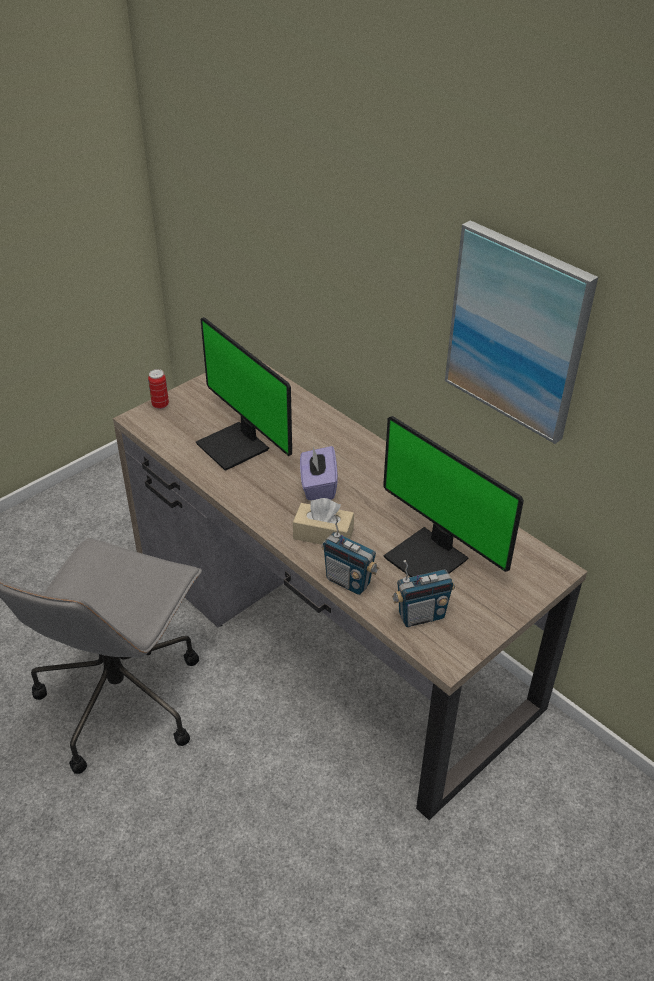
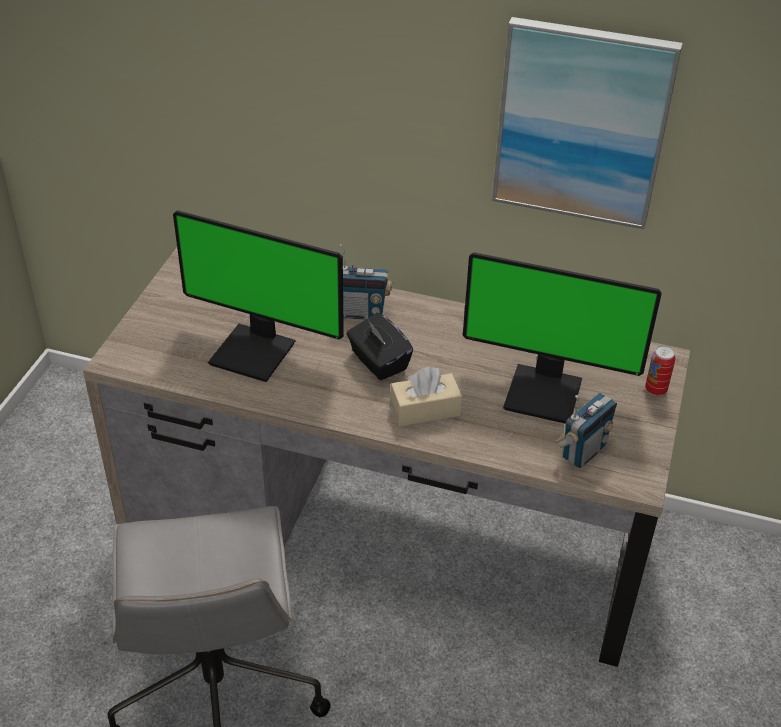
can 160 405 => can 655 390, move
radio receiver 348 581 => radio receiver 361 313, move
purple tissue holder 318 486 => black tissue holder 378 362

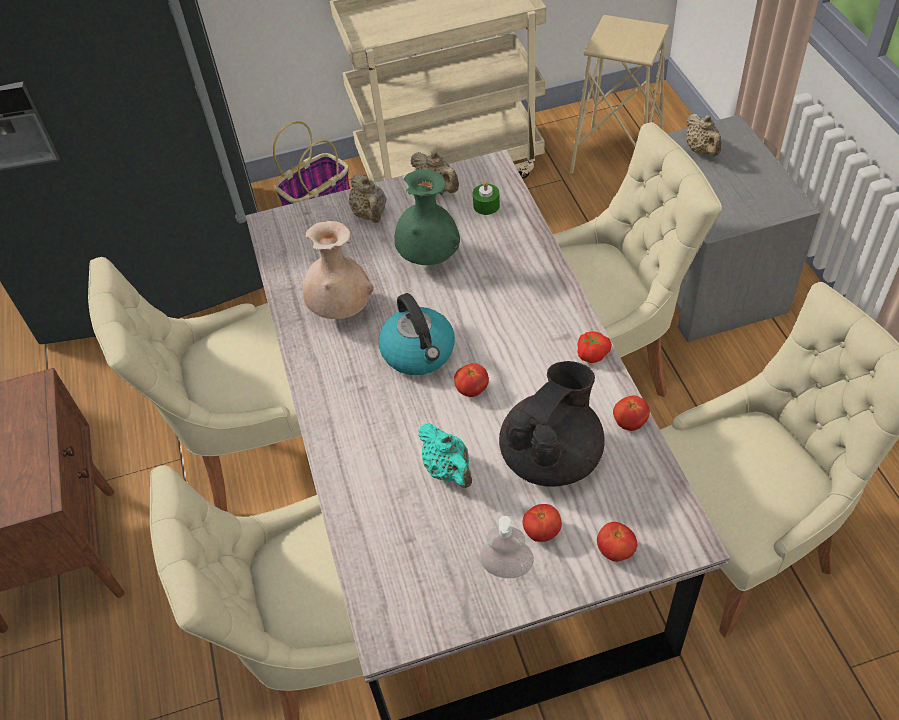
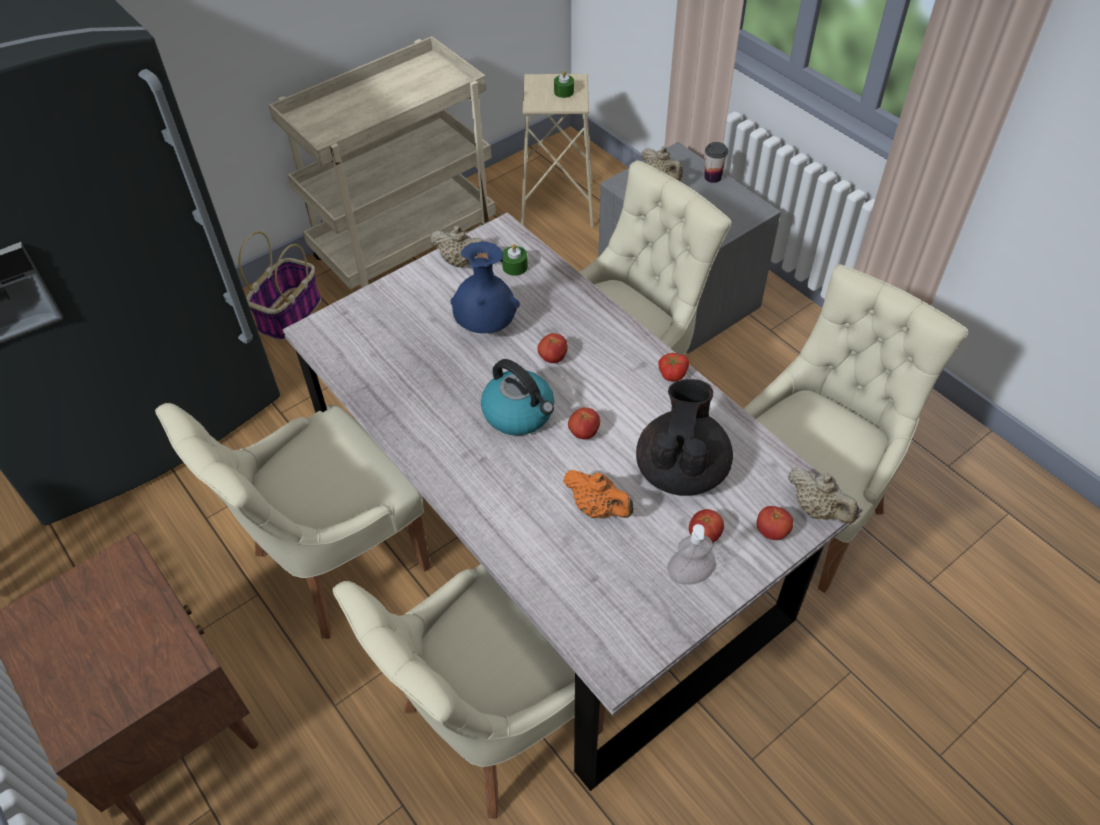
sand-coloured decorative vase 341 310 => nothing
nothing => green-coloured wax light 564 92
nothing => drinking cup 712 177
sand-coloured pot for tea 370 215 => sand-coloured pot for tea 817 509, move
fresh tomato 629 422 => fresh tomato 552 358, move
green-coloured decorative vase 429 258 => bluish decorative vase 486 326
turquoise-coloured pot for tea 448 470 => orange-coloured pot for tea 598 508

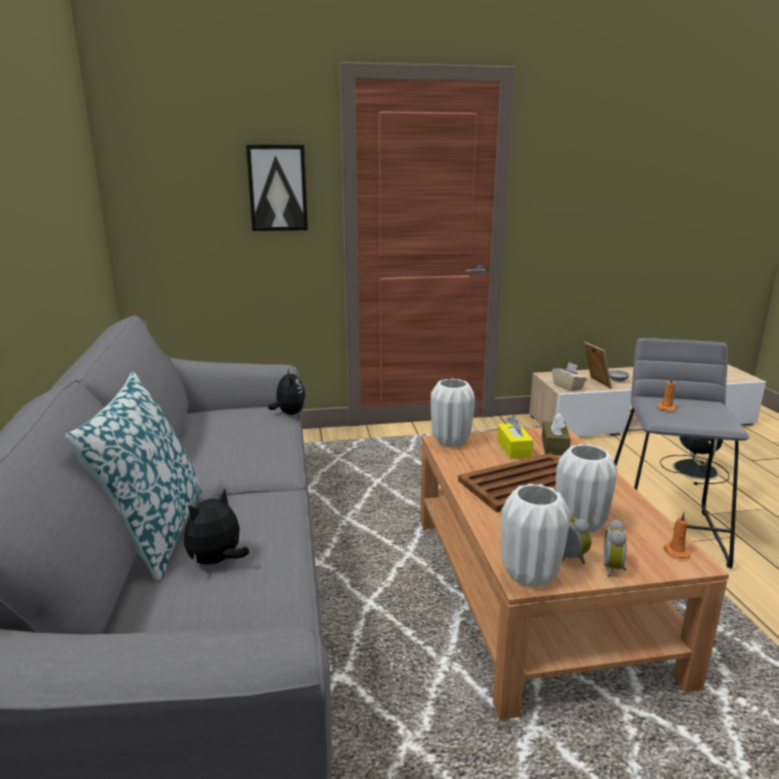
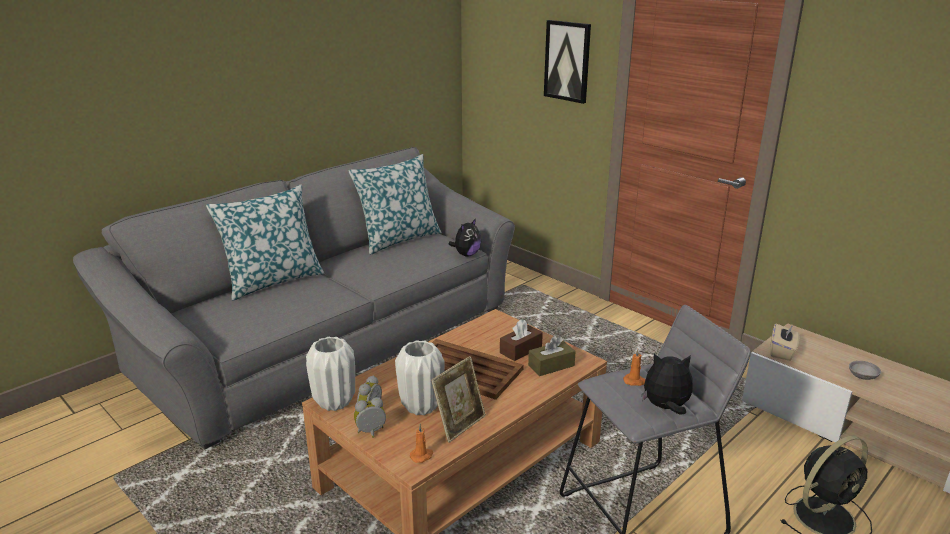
white decorative vase 450 442 => nothing
nothing => pillow 398 239
plush toy 217 561 => plush toy 666 408, move
photo frame 595 383 => photo frame 459 424, move
yellow tissue holder 514 449 => brownish tissue holder 520 350

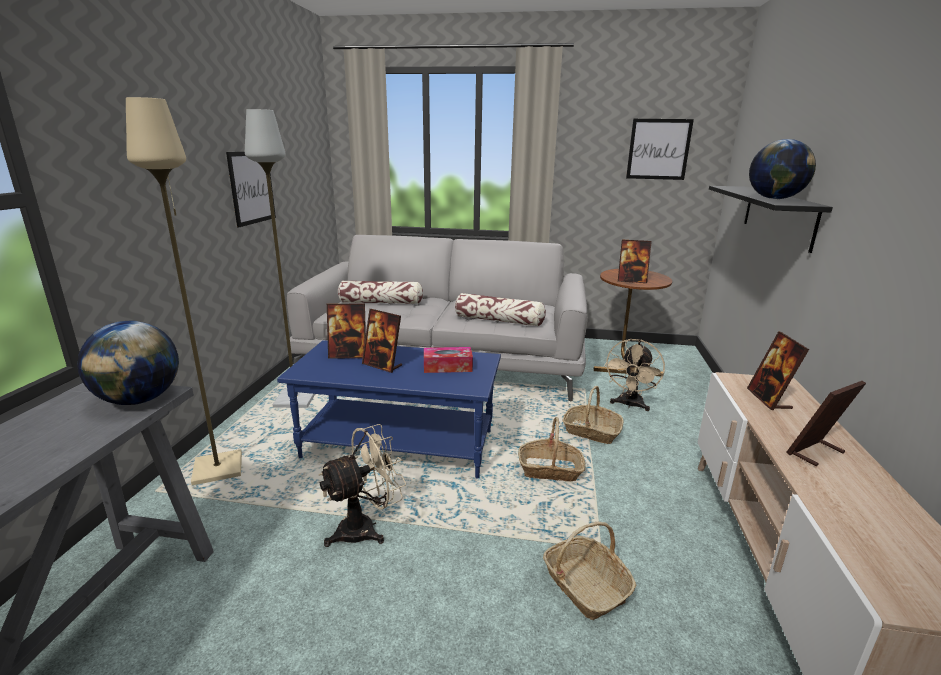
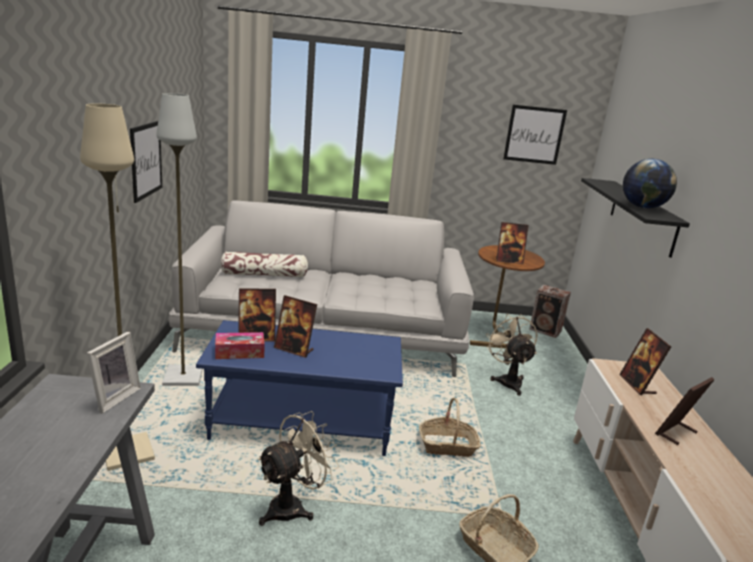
pillow 499 320 => nothing
basket 591 431 => nothing
nothing => audio speaker 546 330
tissue holder 447 367 => tissue holder 239 352, move
globe 140 399 => photo frame 113 397
sand-coloured electric fan 629 405 => sand-coloured electric fan 507 380, 150 degrees clockwise

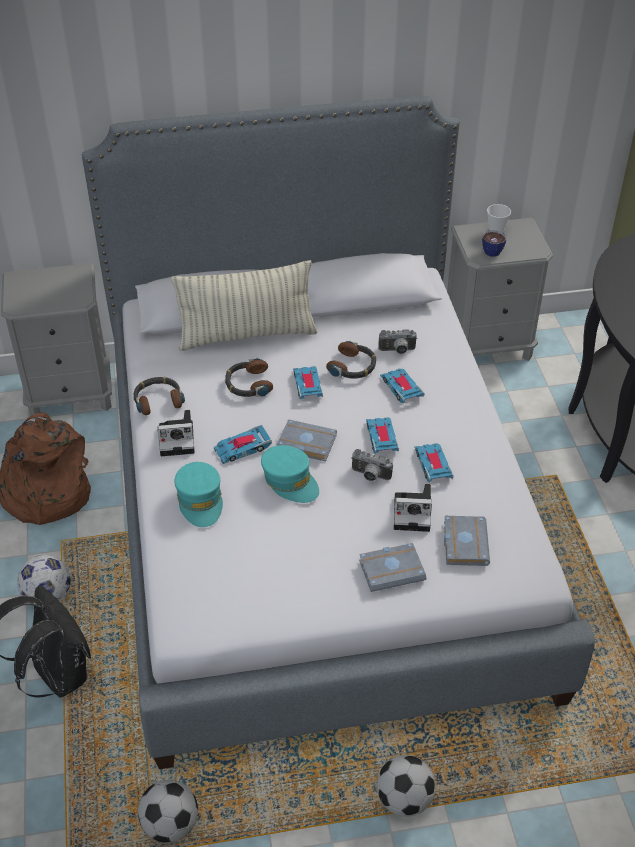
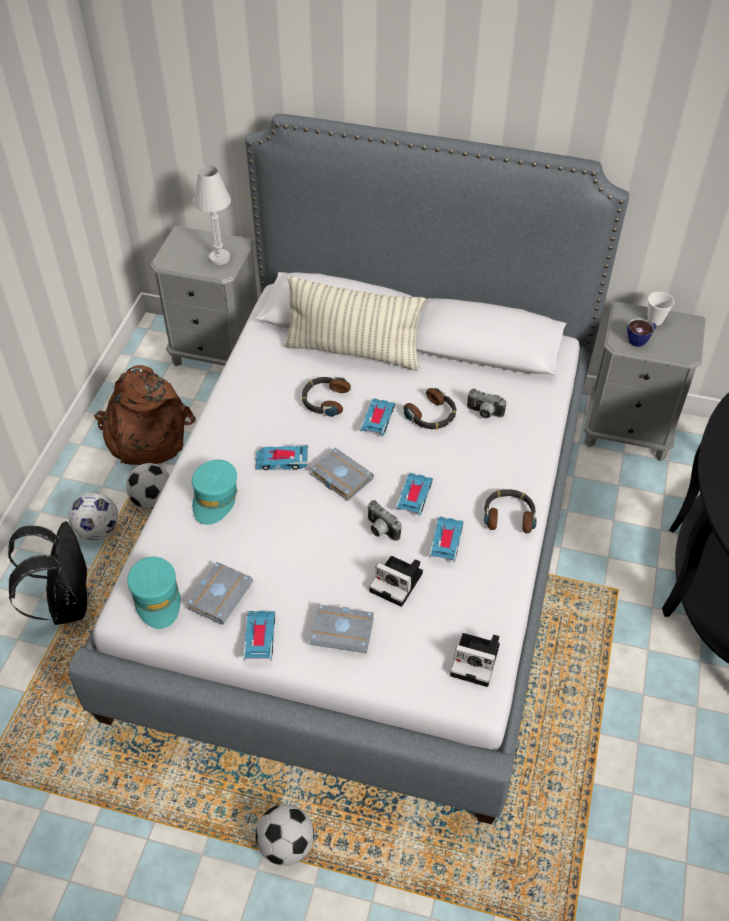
nothing => white table lamp 219 258
headphones 158 400 => headphones 509 515, move
football ball 170 824 => football ball 152 500, move
still camera 178 439 => still camera 477 661, move
turquoise-coloured cap 290 481 => turquoise-coloured cap 157 597, move
model car 401 388 => model car 260 637, move
gray book 463 543 => gray book 219 594, move

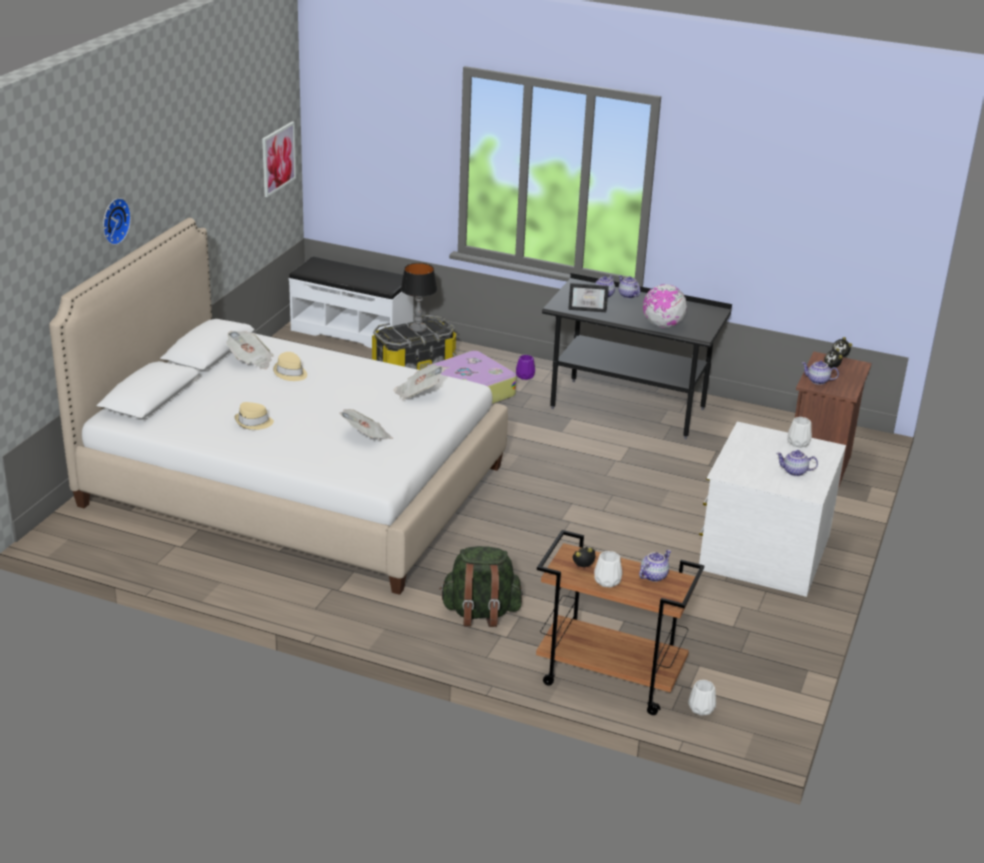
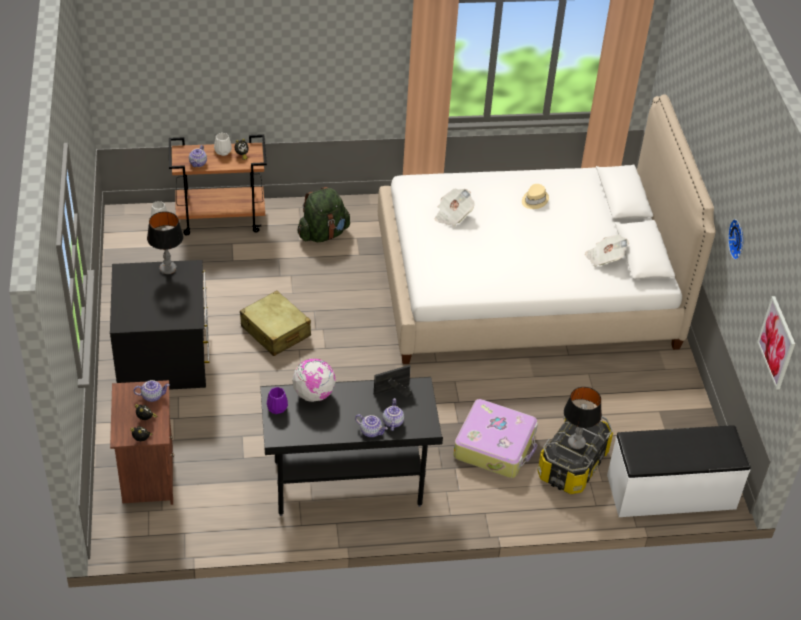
sand-coloured hat 290 373 => nothing
printed paper 417 393 => nothing
pot for tea 794 472 => nothing
white decorative vase 797 443 => nothing
nothing => table lamp 168 269
nothing => sand-coloured suitcase 275 331
clock on the wall 113 220 => clock on the wall 738 239, move
purple decorative vase 525 376 => purple decorative vase 277 408, move
white drawer chest 762 551 => black drawer chest 164 355

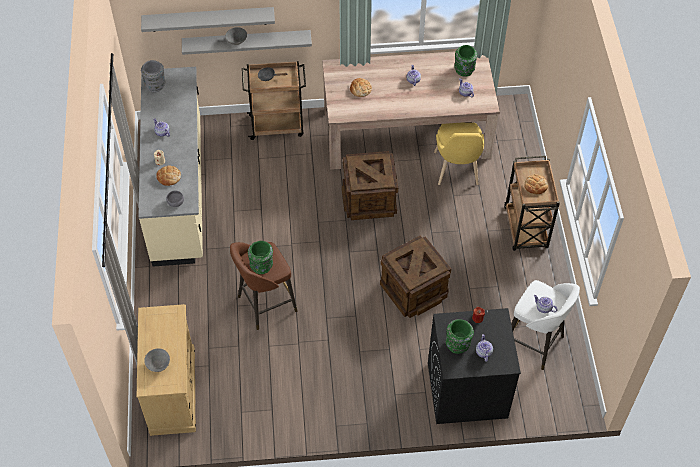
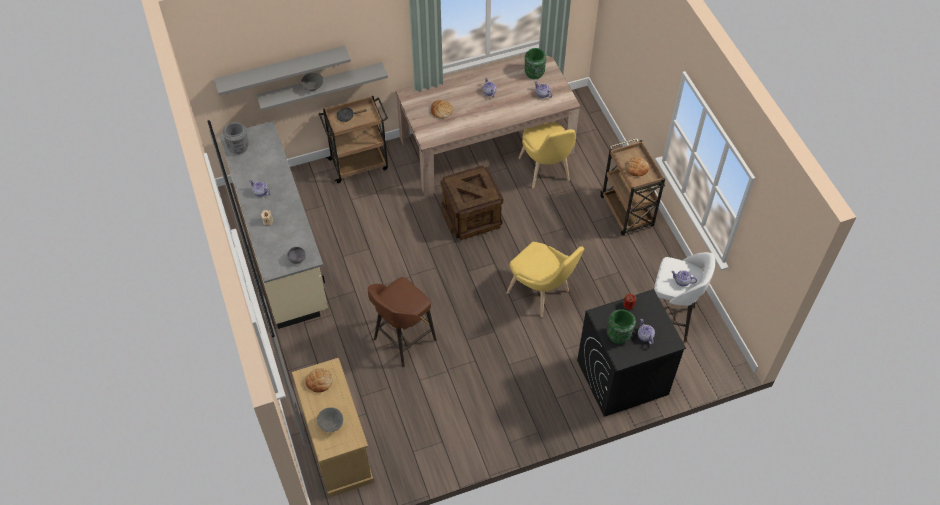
green-coloured decorative vase 262 266 => nothing
bakery bread 169 177 => bakery bread 319 381, move
shipping crate 414 290 => yellow plain chair 541 294

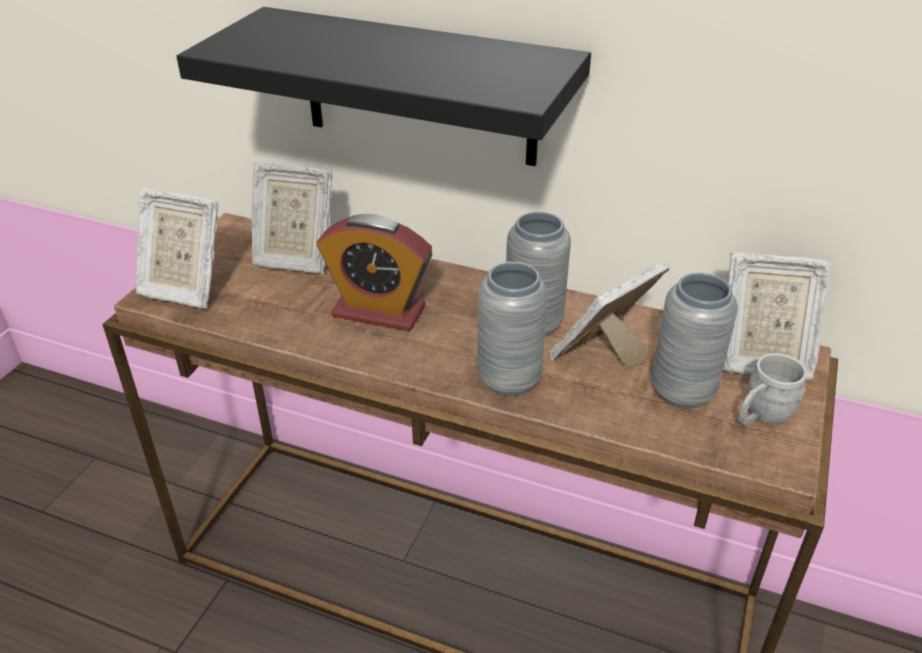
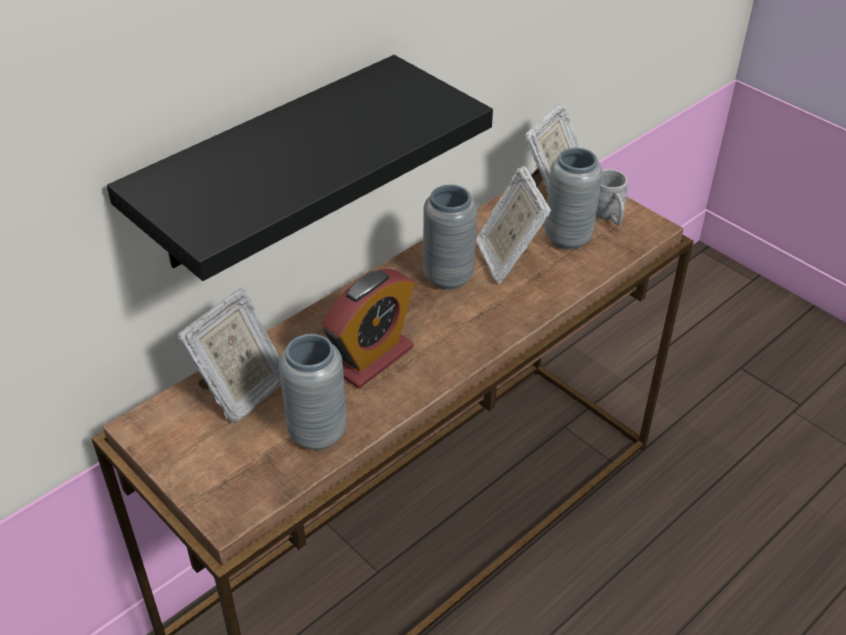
photo frame 183 289 => nothing
gray decorative vase 509 380 => gray decorative vase 317 433, move

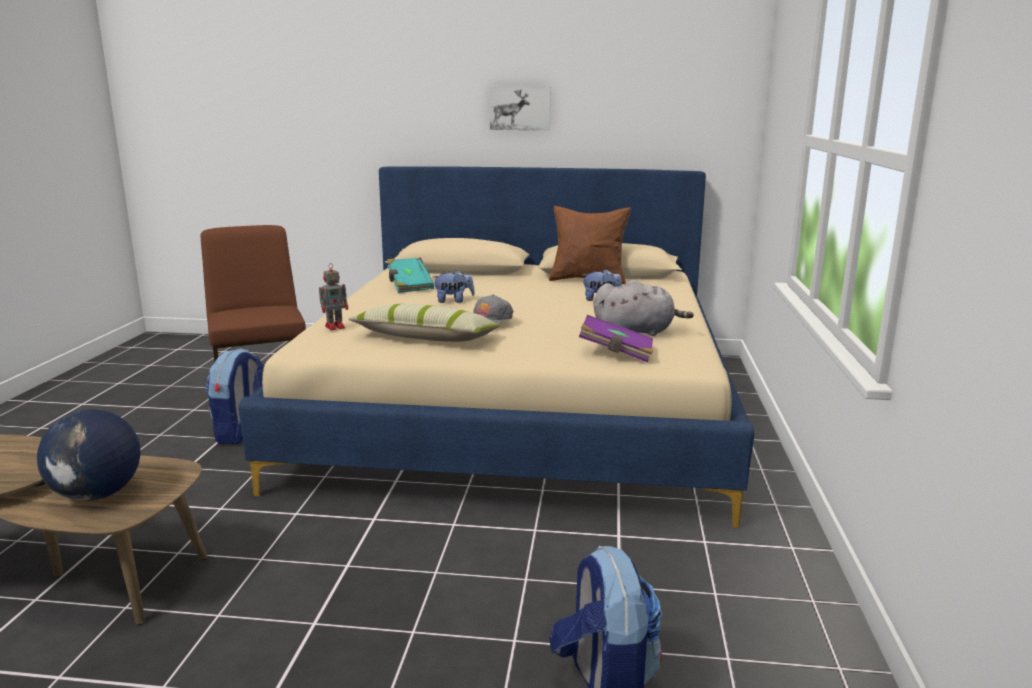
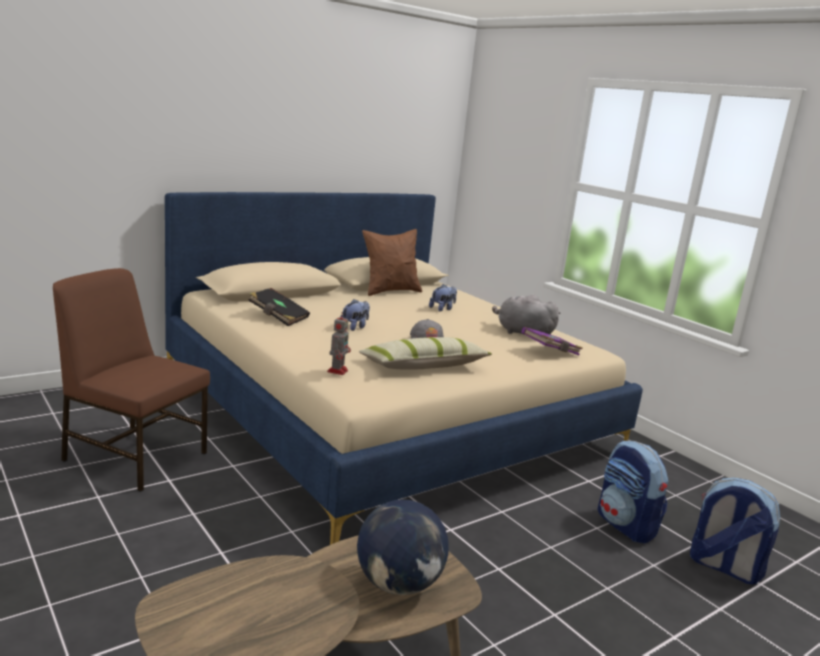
wall art 520 108 => nothing
backpack 242 433 => backpack 626 525, move
turquoise-coloured book 409 286 => black book 278 317
gray plush toy 637 332 => gray plush toy 522 333, 105 degrees counterclockwise

